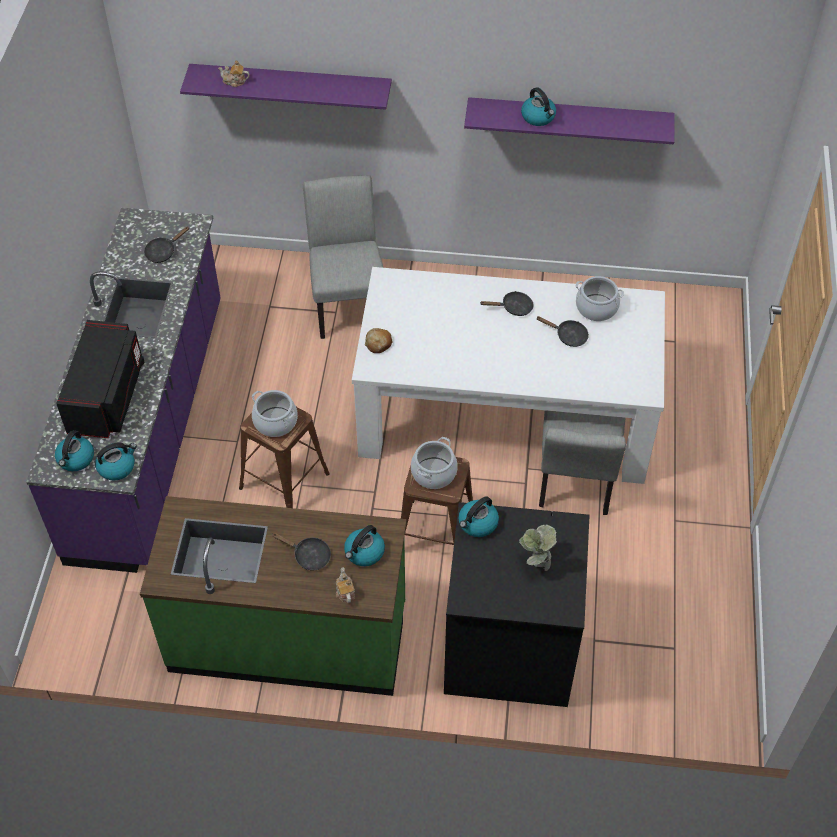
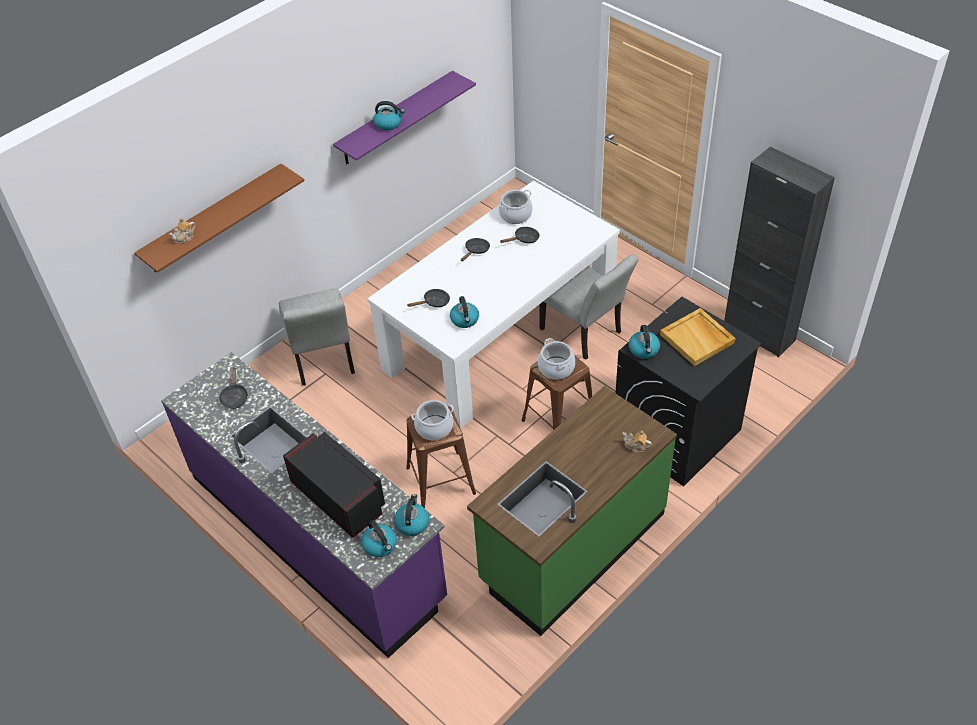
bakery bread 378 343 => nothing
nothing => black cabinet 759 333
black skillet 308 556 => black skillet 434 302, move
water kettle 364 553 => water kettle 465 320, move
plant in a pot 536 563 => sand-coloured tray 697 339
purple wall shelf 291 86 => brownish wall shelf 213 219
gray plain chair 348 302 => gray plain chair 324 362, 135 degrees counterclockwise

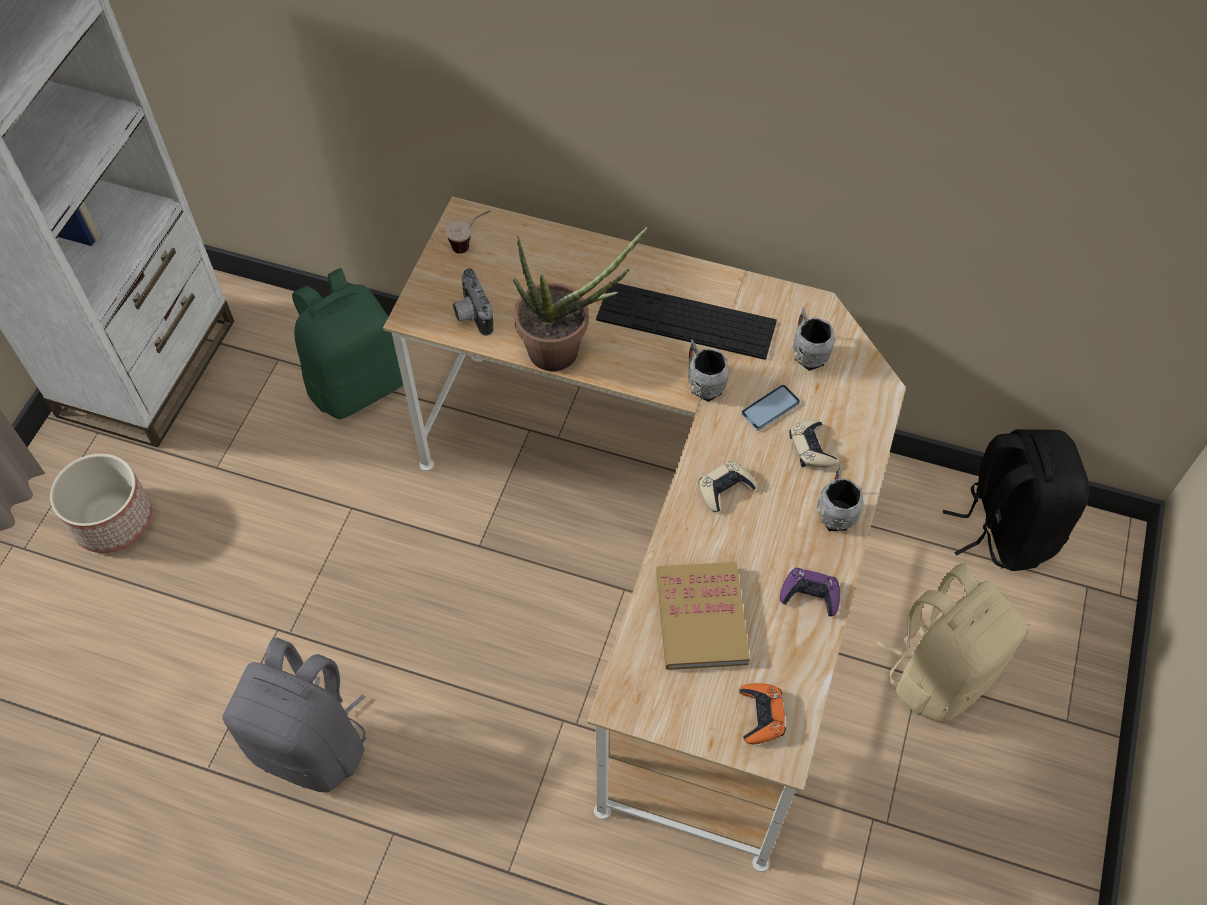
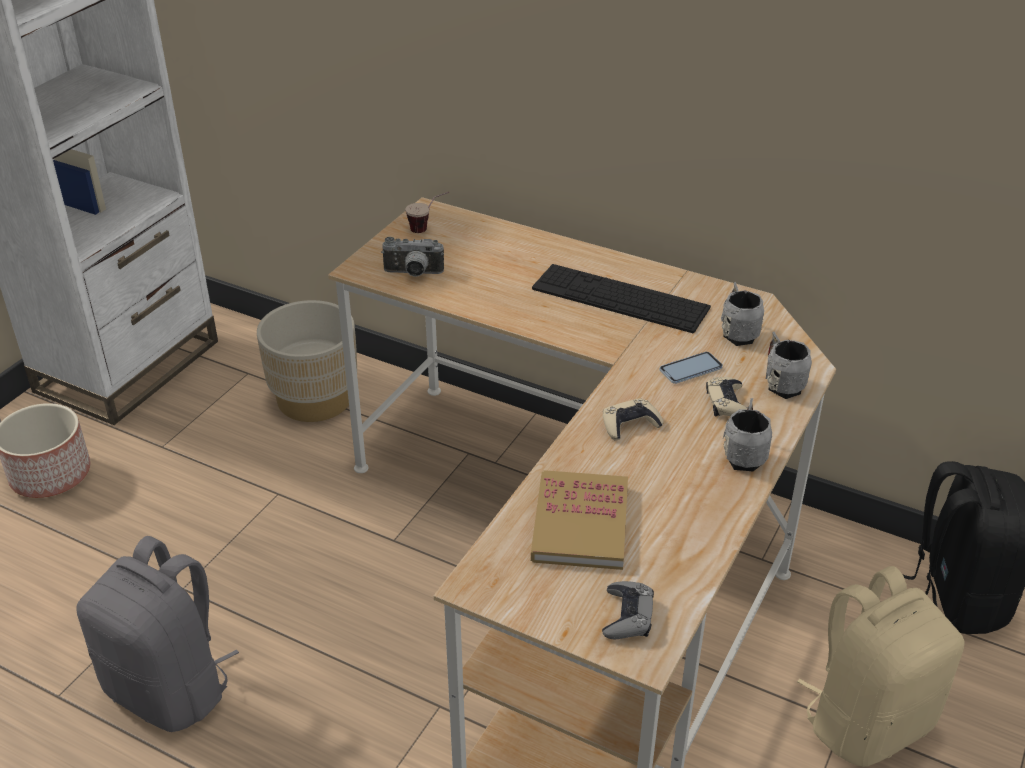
plant in a pot 565 351 => nothing
purple gamepad 810 595 => nothing
gray mug 703 383 => gray mug 781 384, move
green-coloured backpack 357 383 => sand-coloured plant pot 315 399
orange-coloured gamepad 761 715 => gray gamepad 627 616
still camera 471 315 => still camera 413 274, 75 degrees counterclockwise

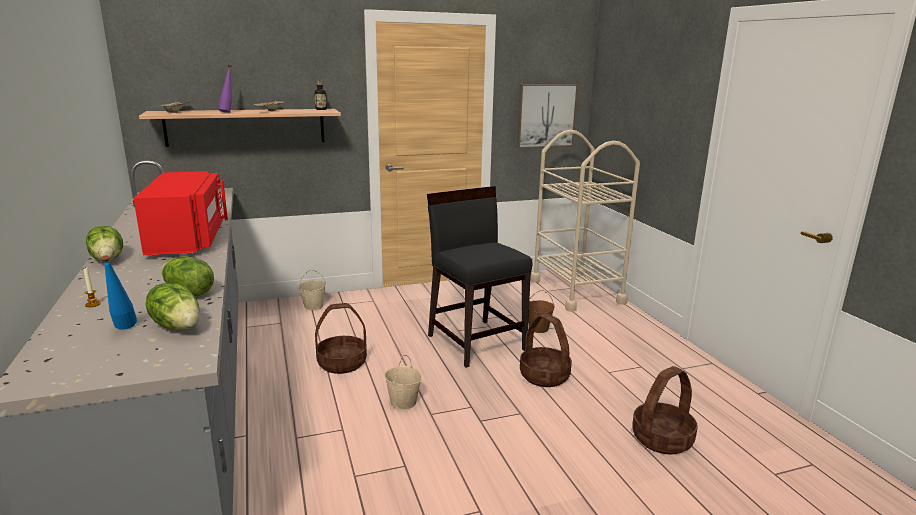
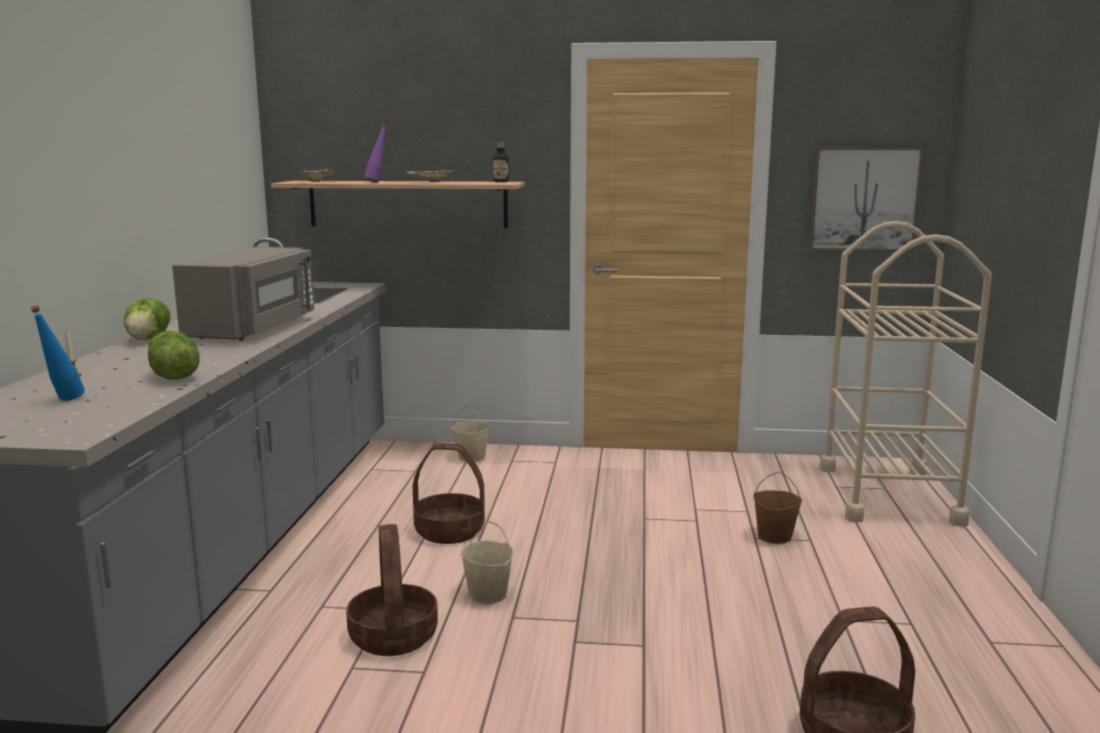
head of lettuce 178 326 => nothing
black plain chair 476 342 => nothing
basket 545 376 => basket 394 636, move
red-coloured microwave 188 239 => gray microwave 254 329

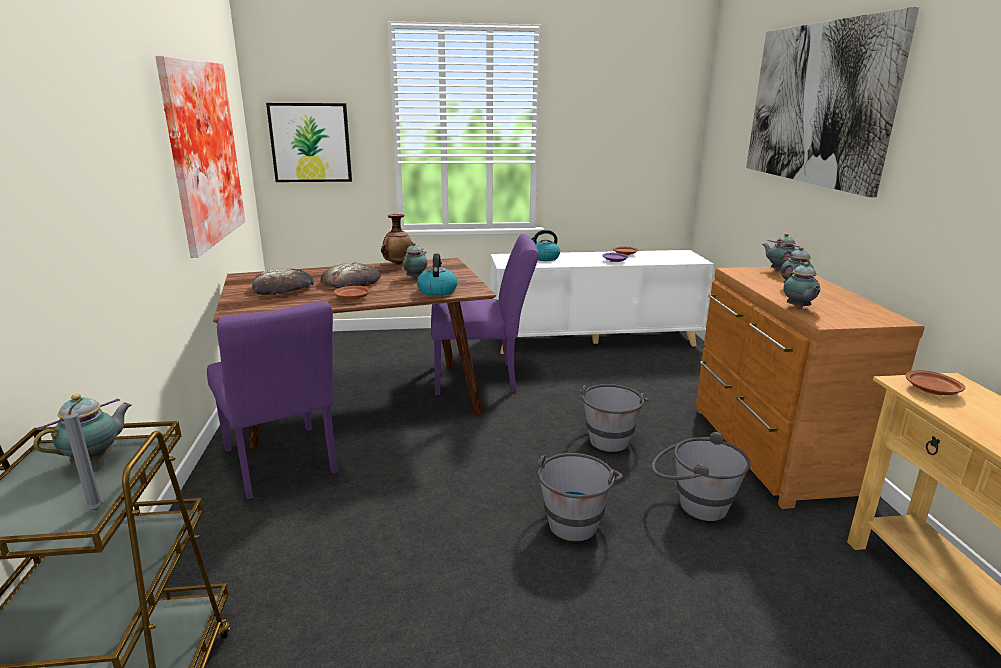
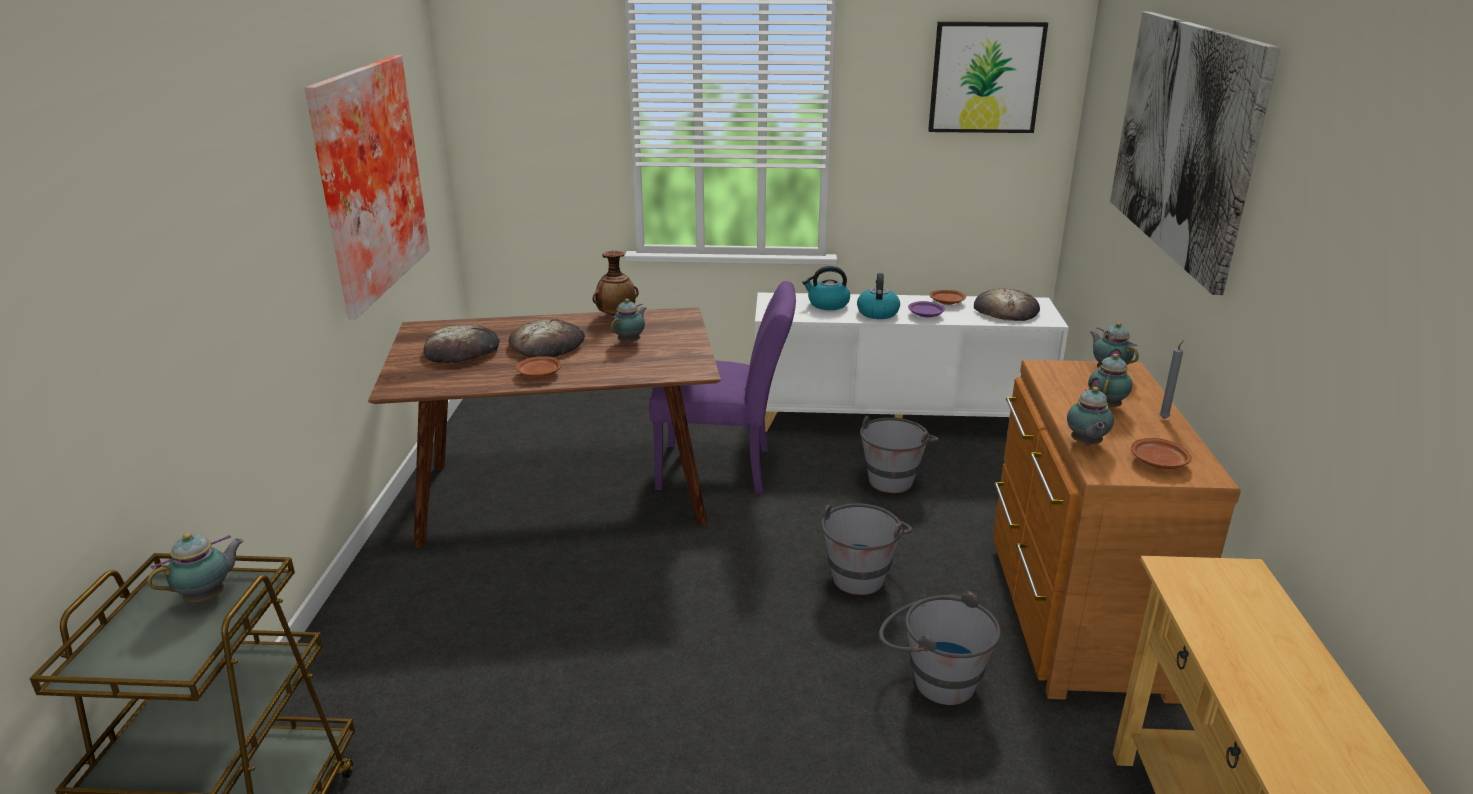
purple plain chair 283 466 => nothing
nothing => bakery bread 1006 310
gray wax light 99 509 => gray wax light 1164 418, move
wall art 310 143 => wall art 985 77, move
water kettle 437 291 => water kettle 877 312, move
gray water bucket 575 518 => gray water bucket 894 477, move
brownish flat dish 932 391 => brownish flat dish 1158 463, move

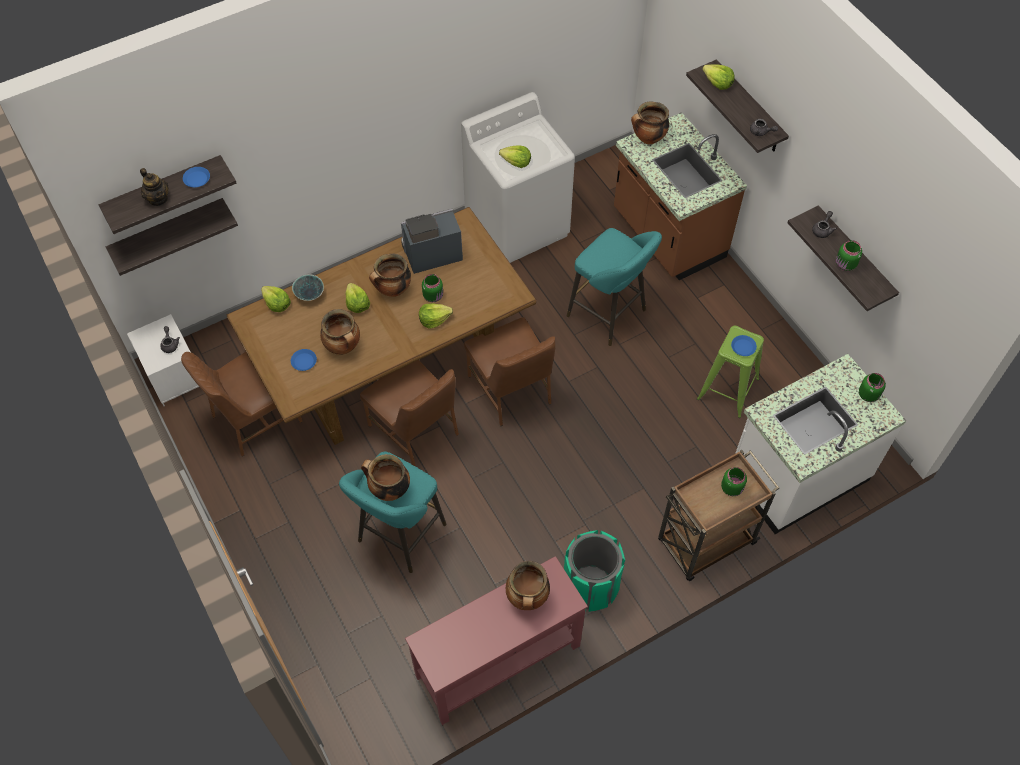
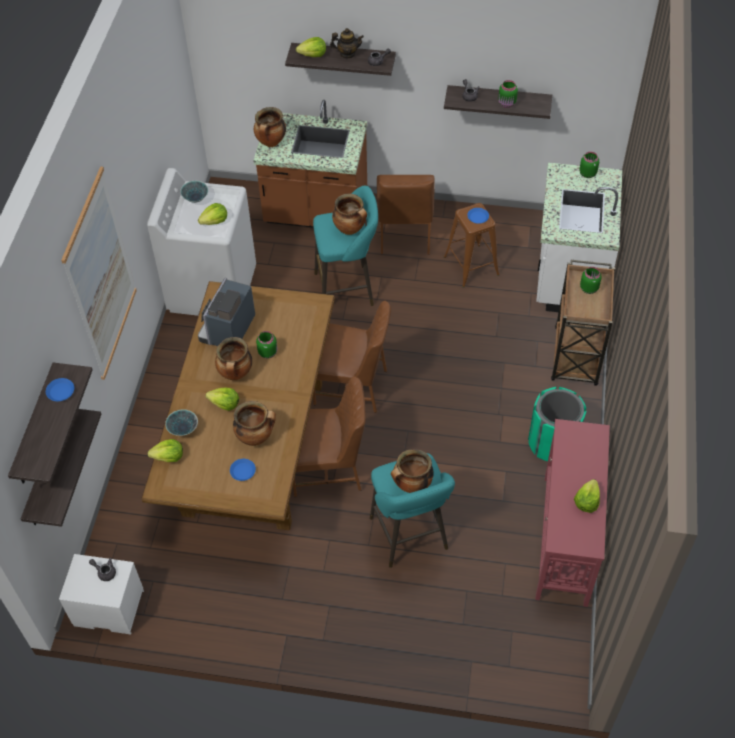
nothing => wall art 101 276
nothing => serving bowl 195 199
pot for tea 158 199 => pot for tea 347 54, move
brownish plain chair 254 418 => brownish plain chair 404 234, move
head of lettuce 434 319 => head of lettuce 586 501, move
cooking pot 527 597 => cooking pot 350 229, move
green-coloured stool seat 727 389 => brownish stool seat 471 266

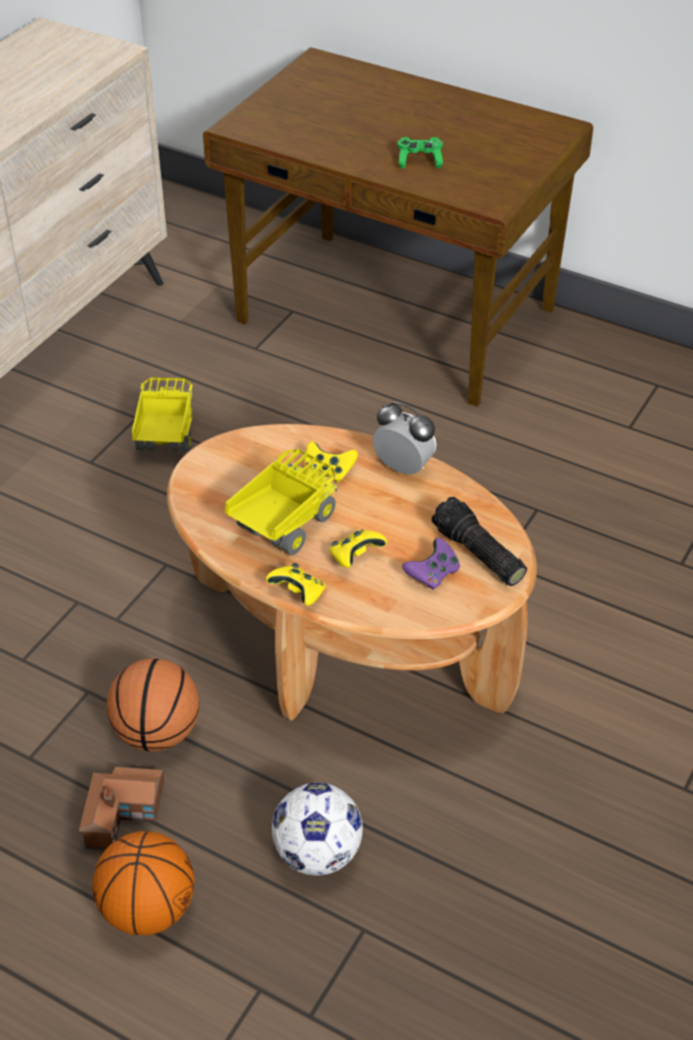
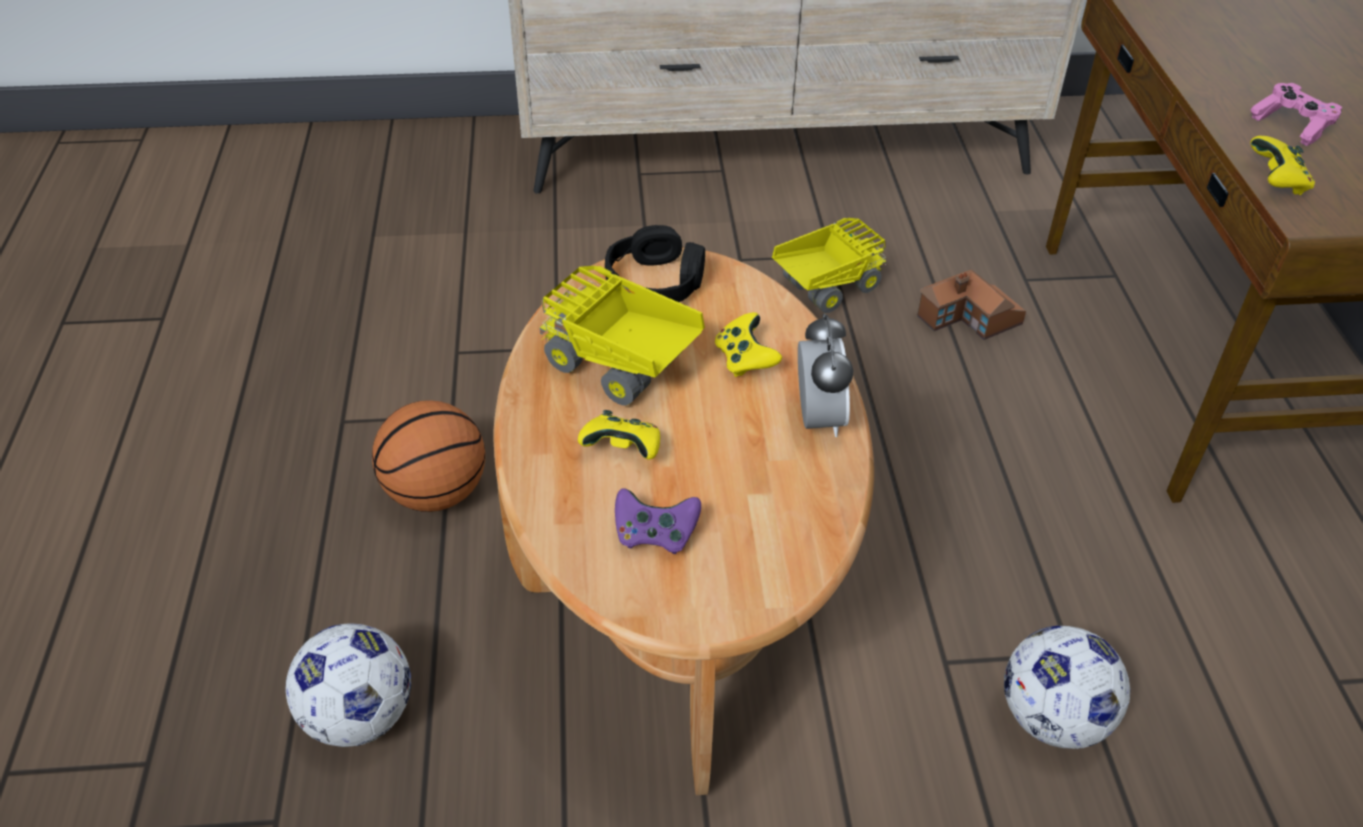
basketball ball 148 910 => nothing
hand torch 476 554 => nothing
nothing => black headphones 655 282
nothing => football ball 1051 718
miniature house 124 813 => miniature house 969 319, move
yellow gamepad 299 594 => yellow gamepad 1276 182, move
green-coloured gamepad 419 160 => pink gamepad 1292 125
model truck 283 526 => model truck 620 367, 150 degrees counterclockwise

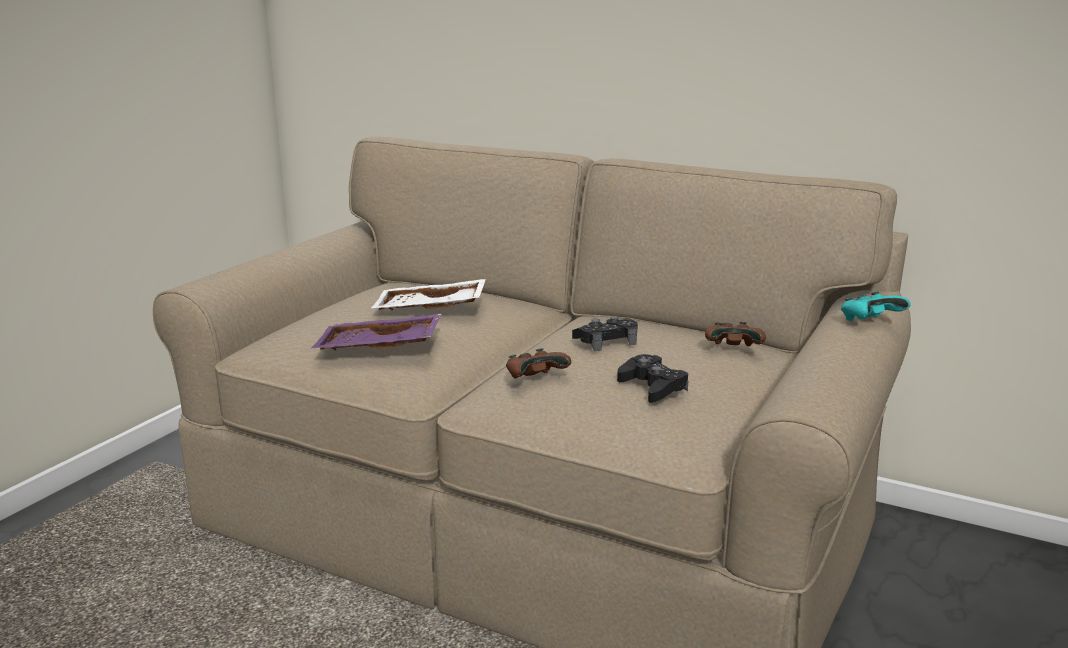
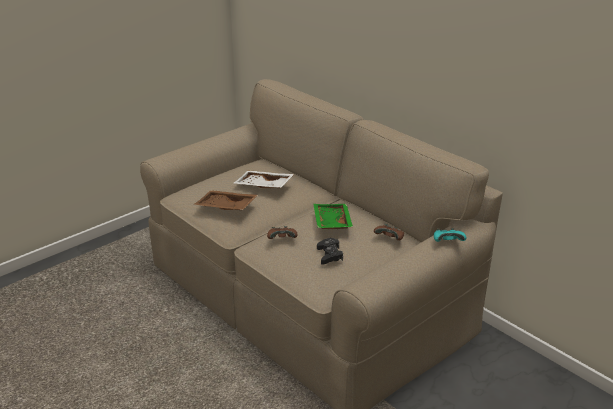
black gamepad 606 341 => green-coloured tray 331 223
purple tray 378 349 => brownish tray 226 207

